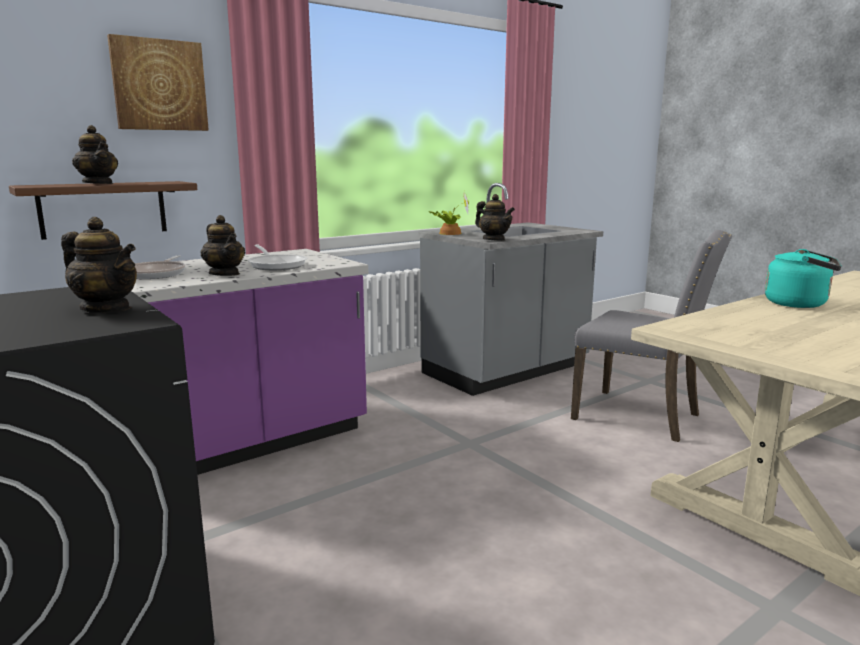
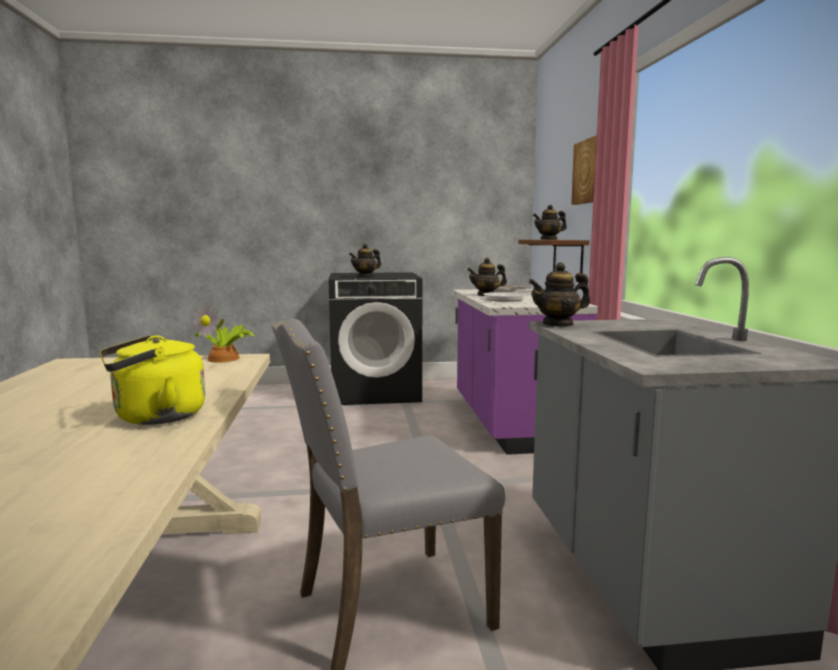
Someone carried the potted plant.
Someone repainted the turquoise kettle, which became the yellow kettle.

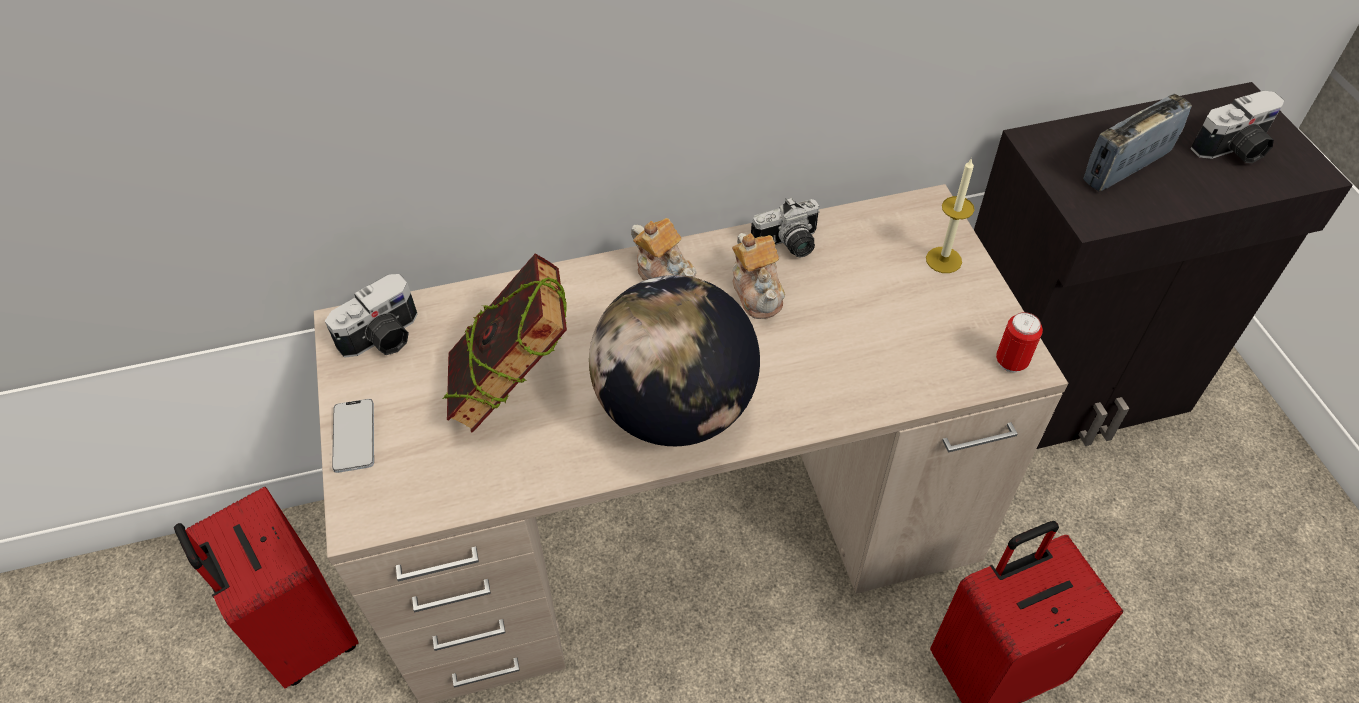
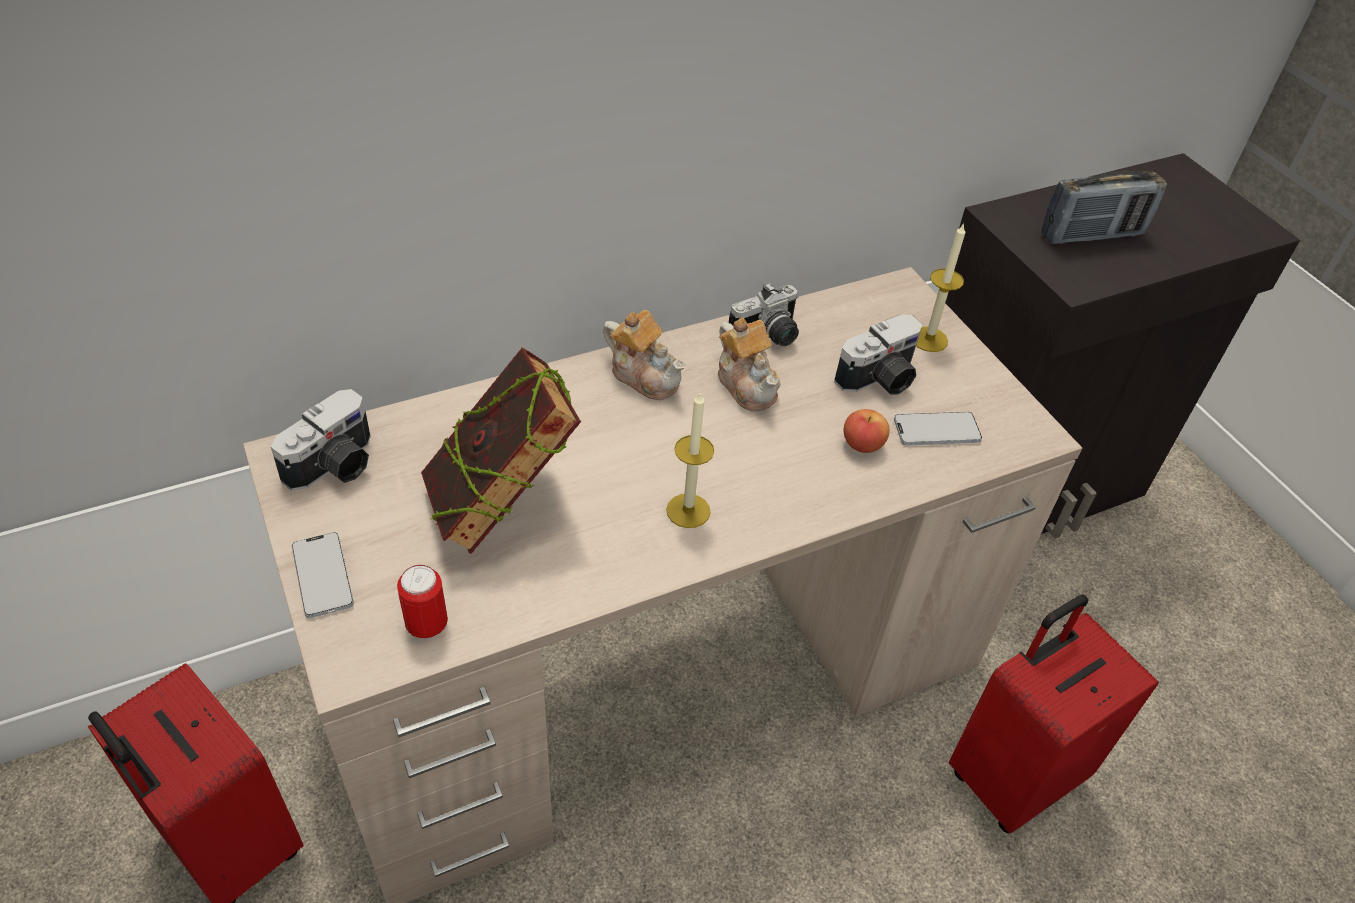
Someone put down the apple.
Someone put down the phone (2nd from left).
Someone carried the can.
Someone carried the photo camera (3rd from left).
Someone swapped the globe for the candle (1st from left).
Someone rotated the radio by 150 degrees counterclockwise.

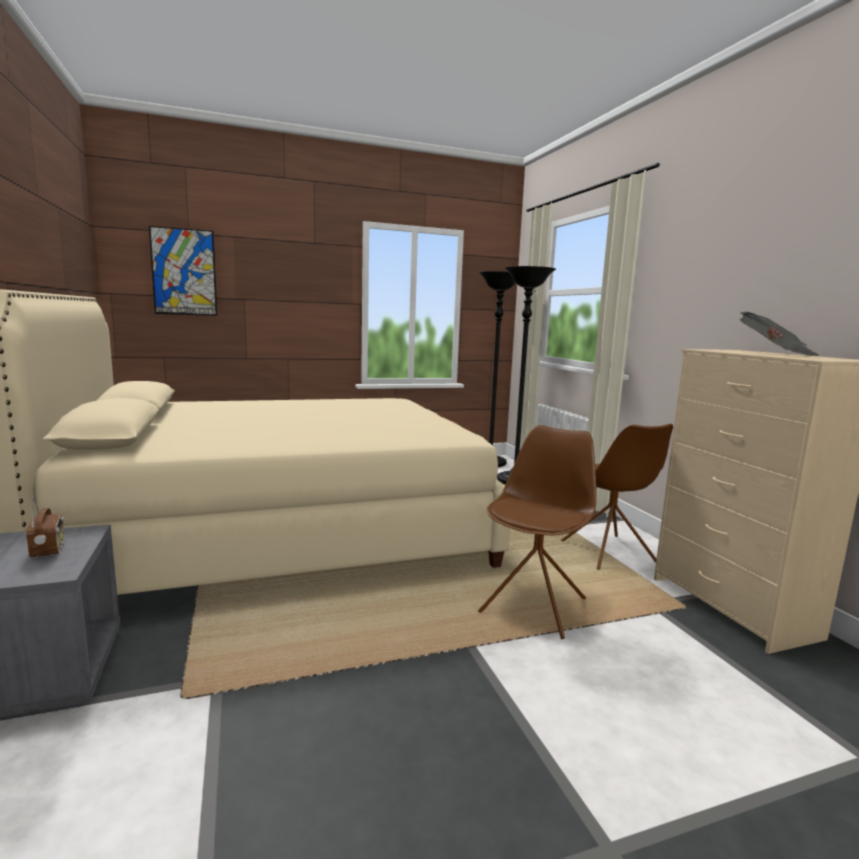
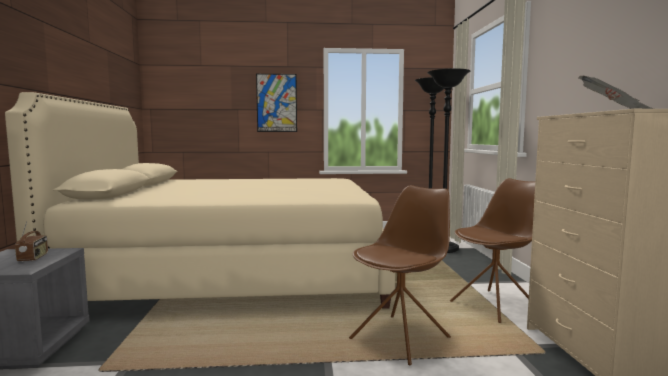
Someone carried the picture.
Someone rotated the brown chair (2nd from left) by 120 degrees counterclockwise.

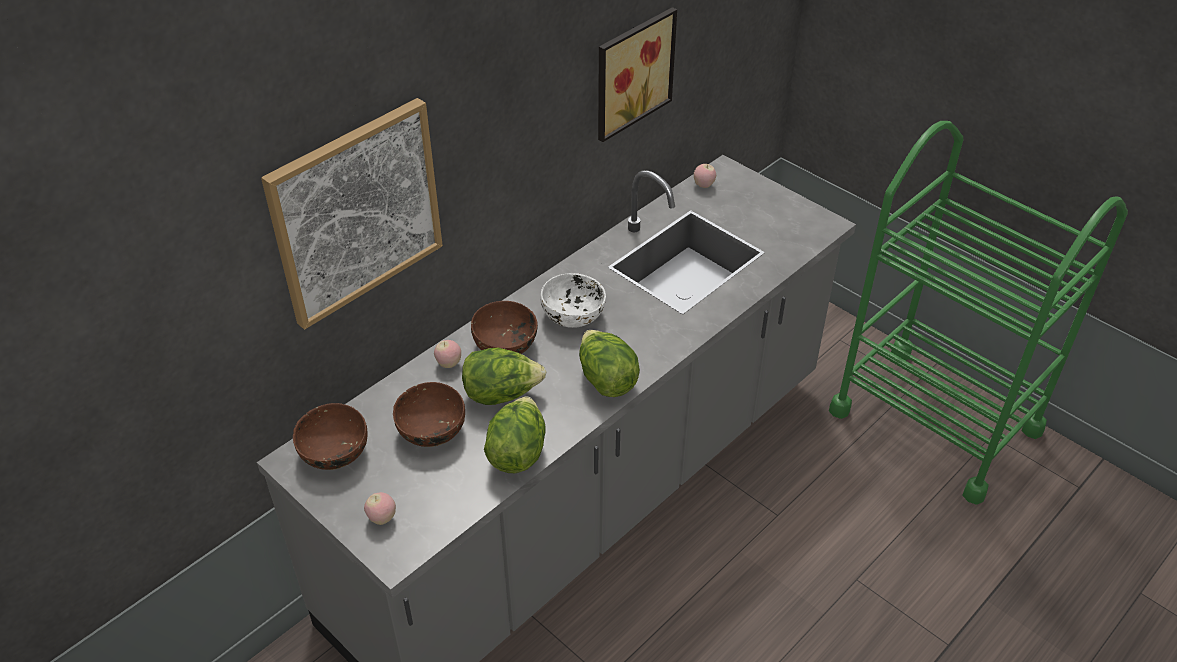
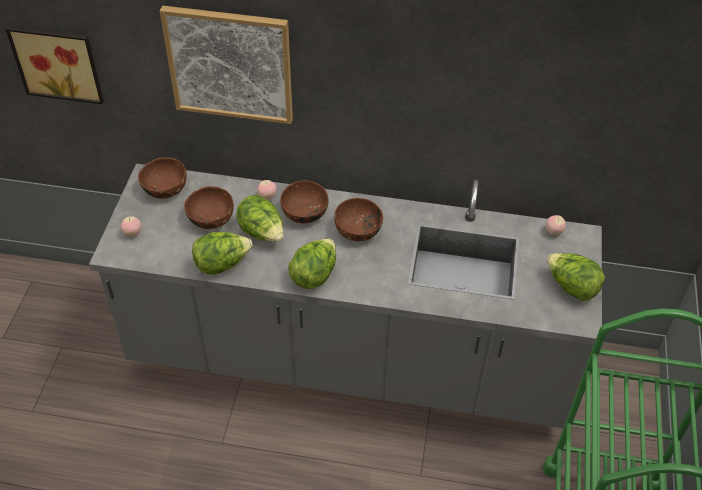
Someone put down the lettuce (4th from left).
Someone carried the picture (2nd from left in the first image).
Someone repainted the white bowl, which became the brown bowl (4th from left).

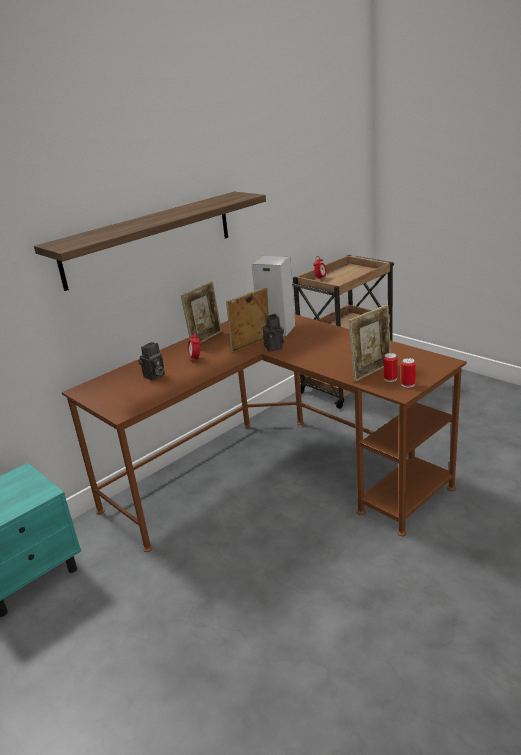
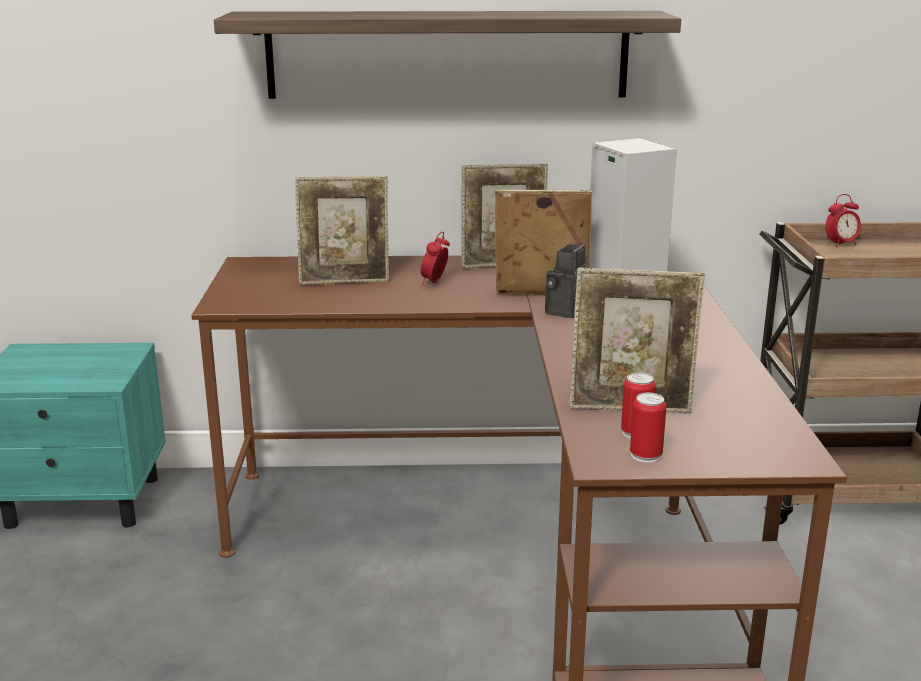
Someone swapped the photo camera (1st from left) for the picture frame (1st from left).

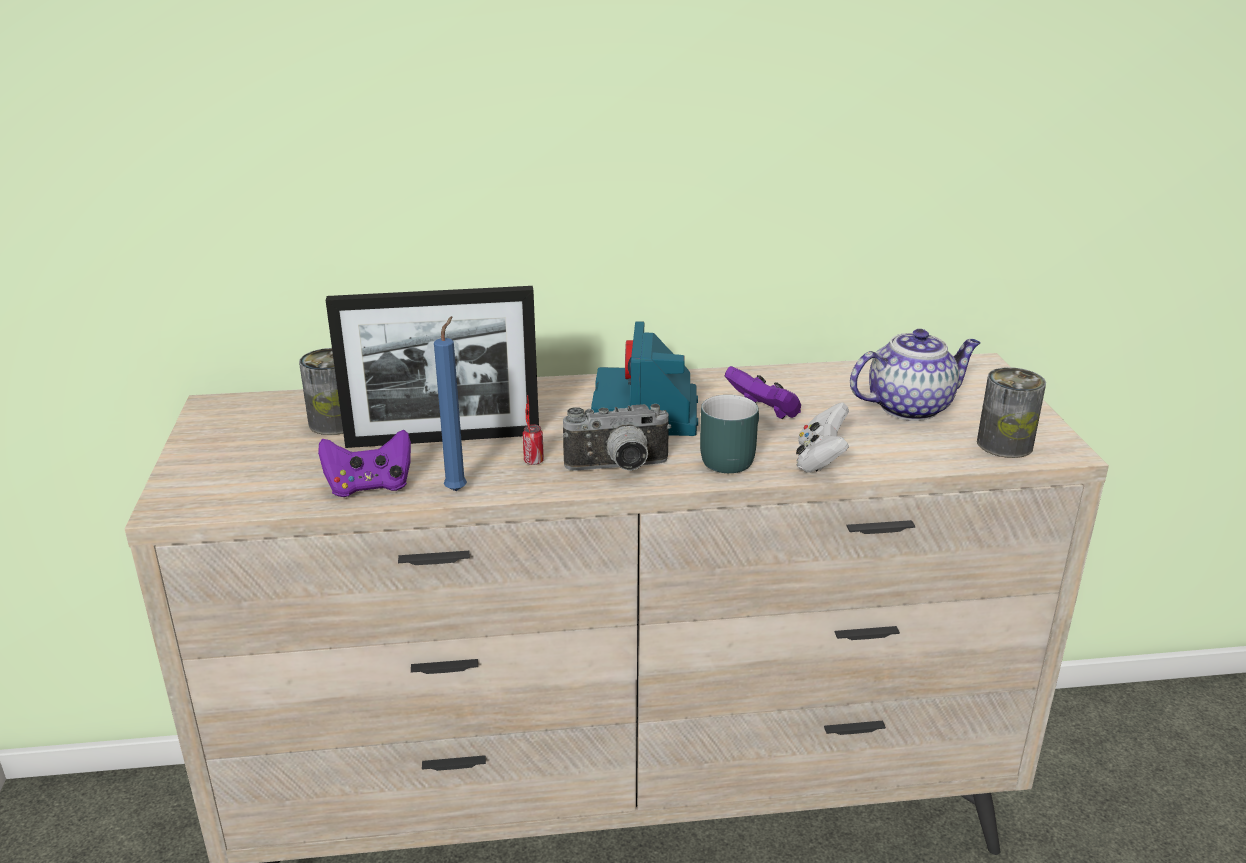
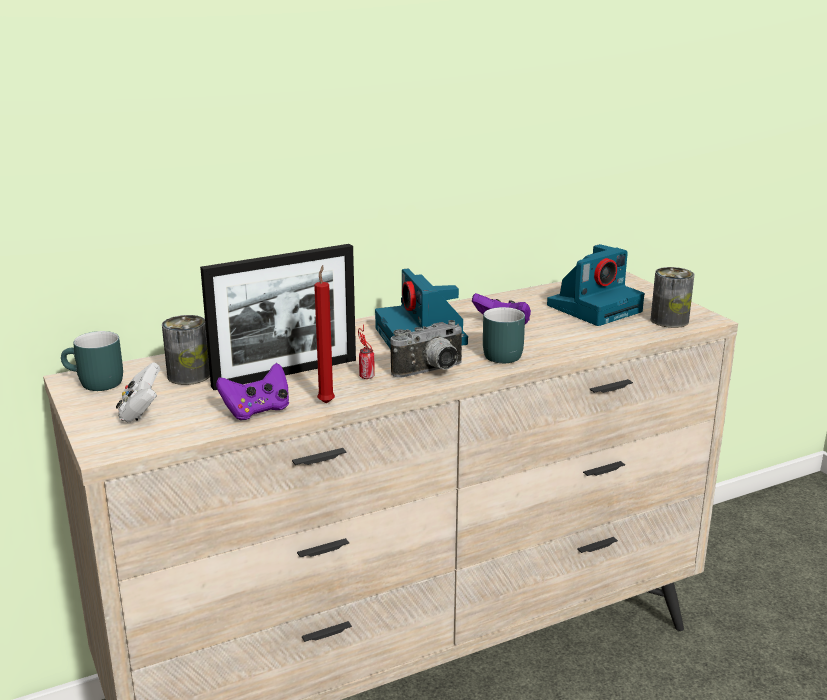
Someone put down the turquoise mug (1st from left).
Someone carried the white game controller.
Someone swapped the teapot for the photo camera (3rd from left).
Someone repainted the blue candle, which became the red candle.

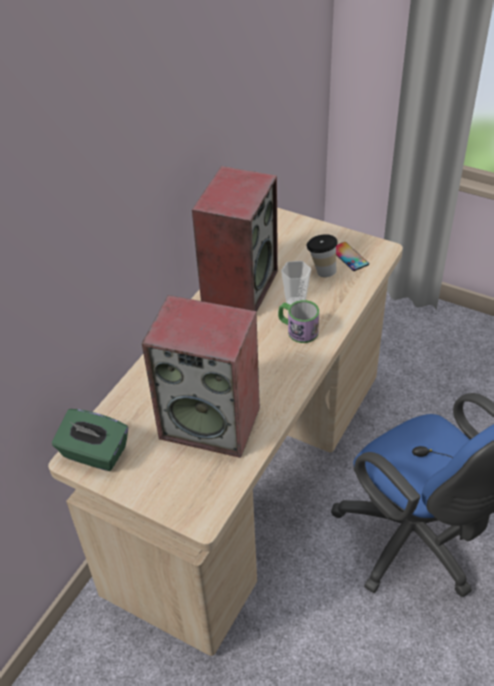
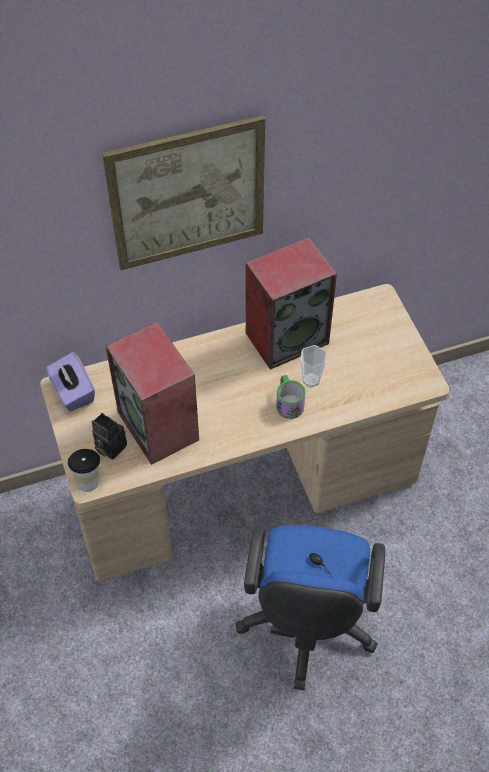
Someone took away the phone.
Someone put down the photo camera.
Someone put up the picture.
Someone carried the cup (2nd from left in the first image).
Someone repainted the green tissue box, which became the purple tissue box.

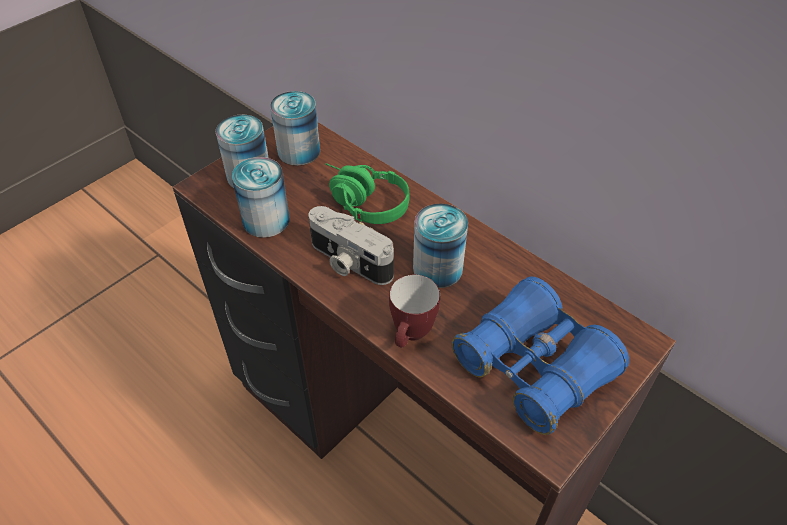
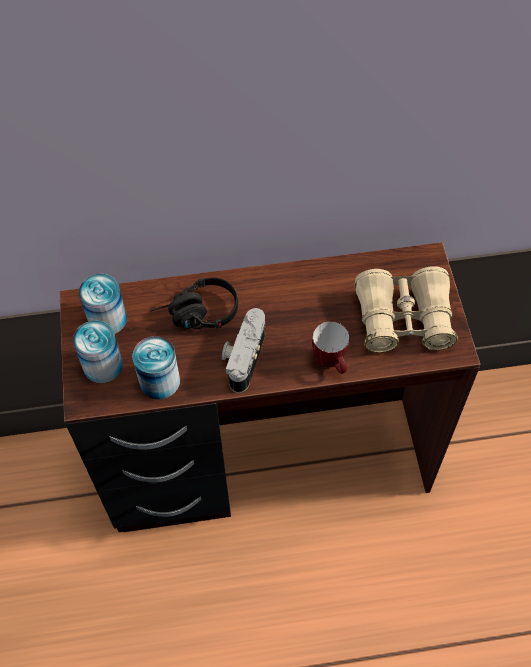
Someone took away the can (4th from left).
Someone repainted the green headphones, which became the black headphones.
Someone repainted the blue binoculars, which became the beige binoculars.
Someone rotated the photo camera by 120 degrees clockwise.

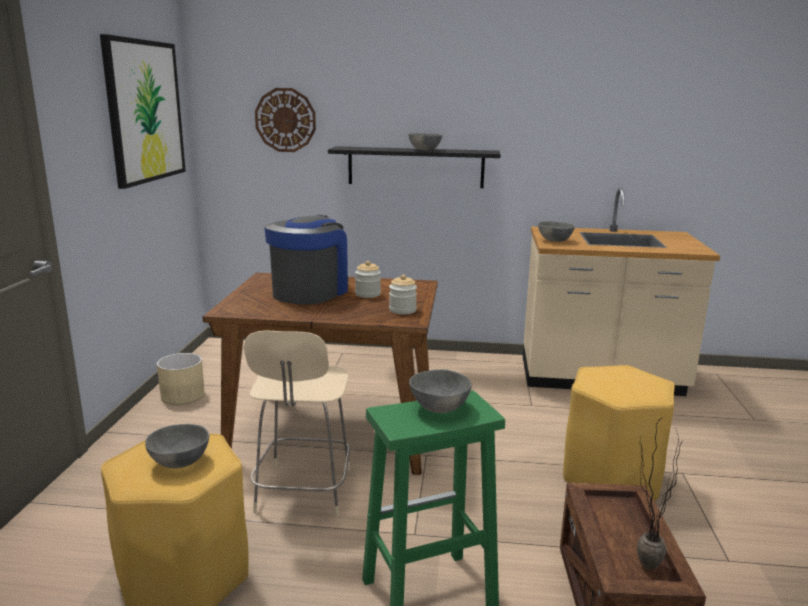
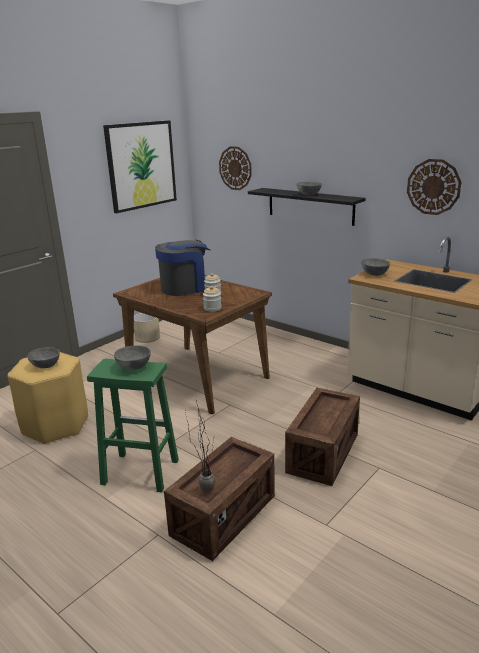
Someone took away the beige chair.
Someone put up the wall clock (2nd from left).
Someone swapped the yellow stool (2nd from left) for the crate (2nd from left).

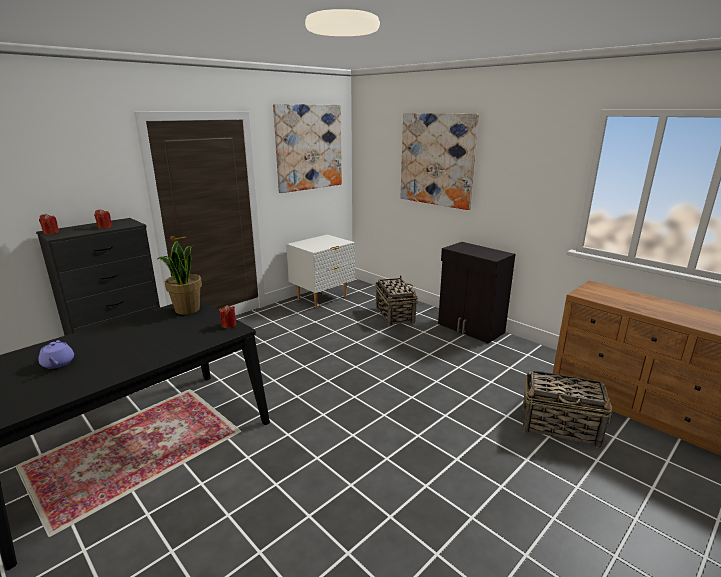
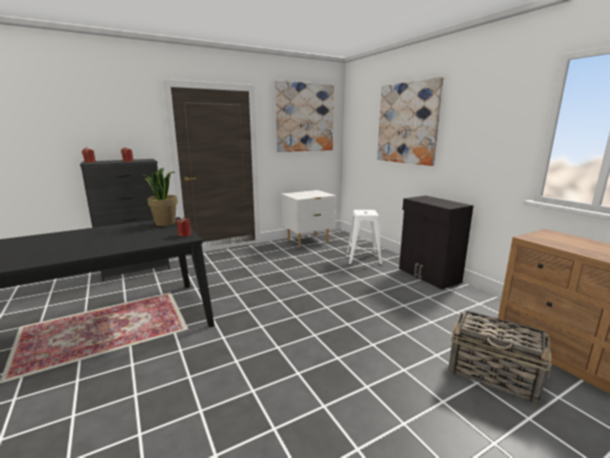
Someone took away the purple teapot.
Someone swapped the basket (1st from left) for the white stool.

